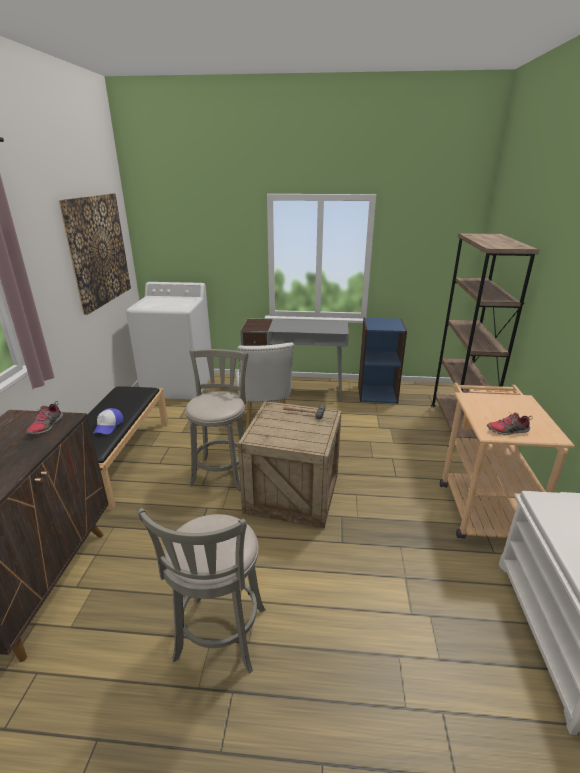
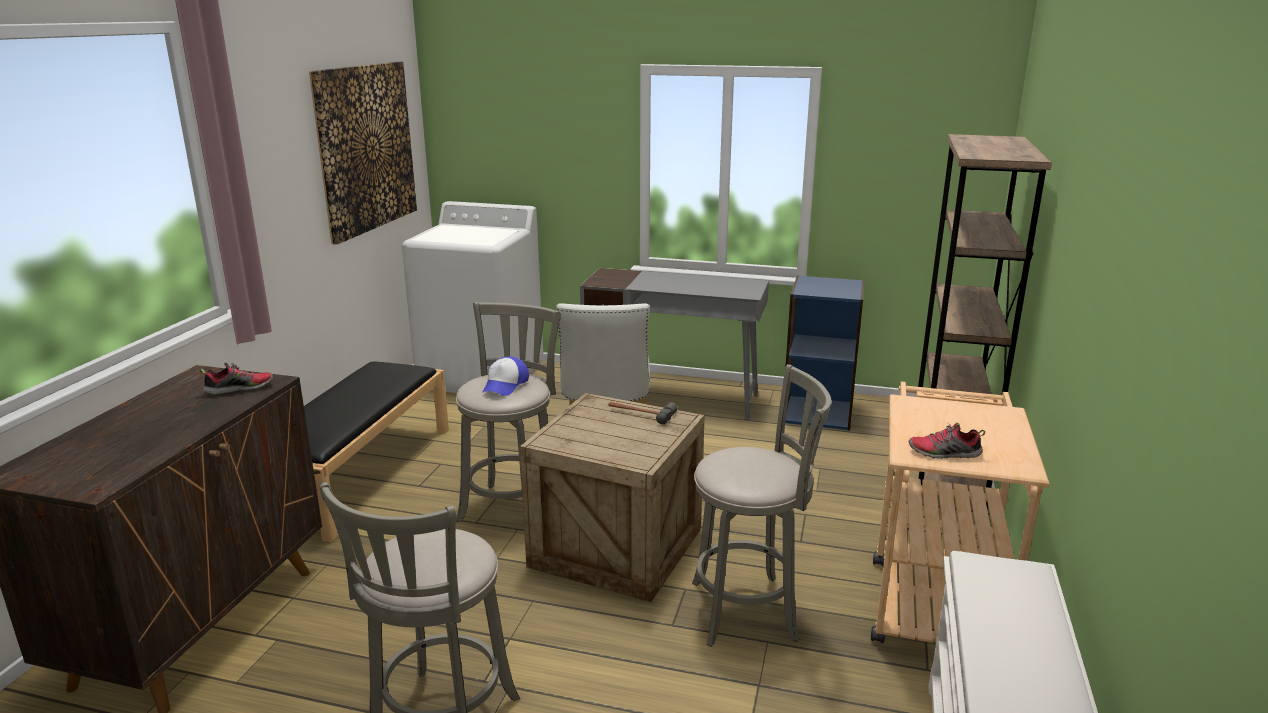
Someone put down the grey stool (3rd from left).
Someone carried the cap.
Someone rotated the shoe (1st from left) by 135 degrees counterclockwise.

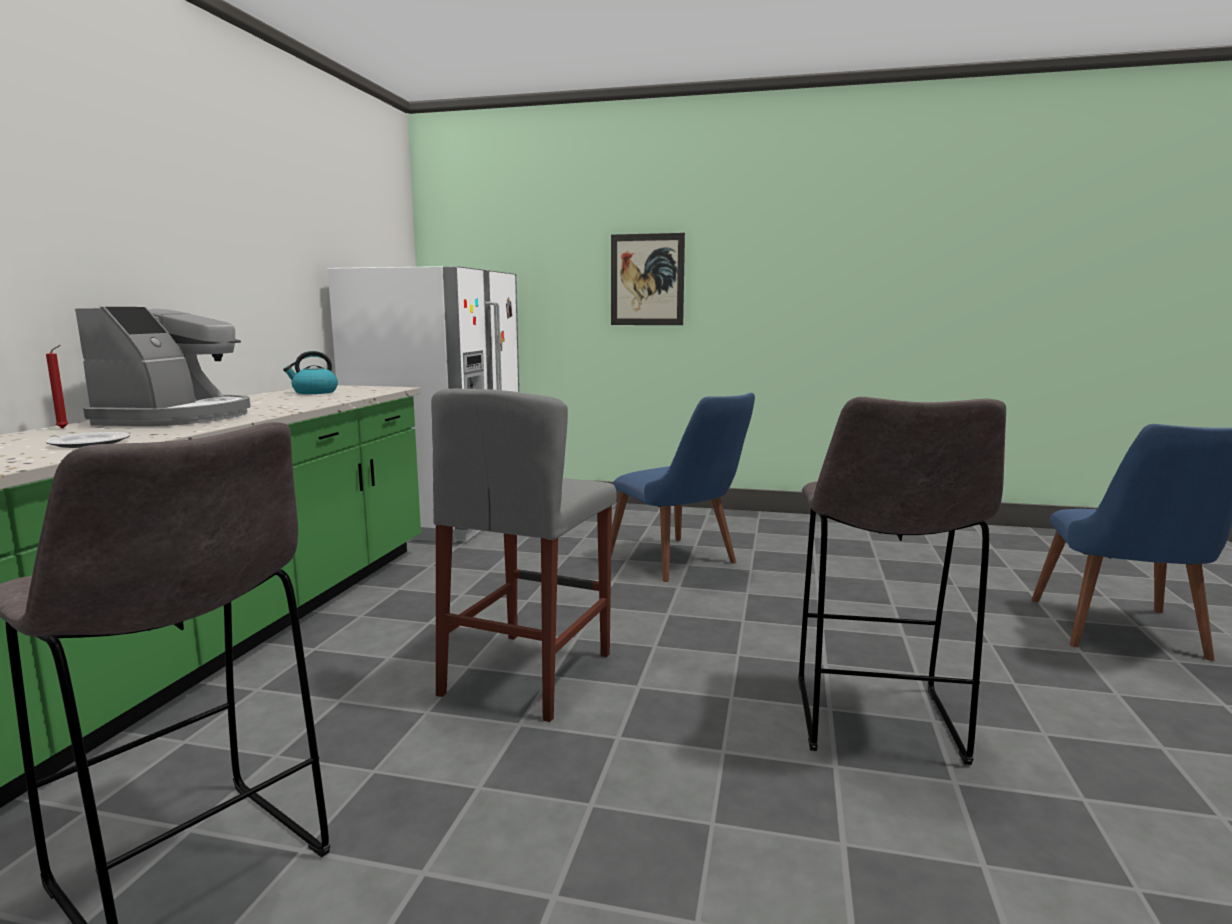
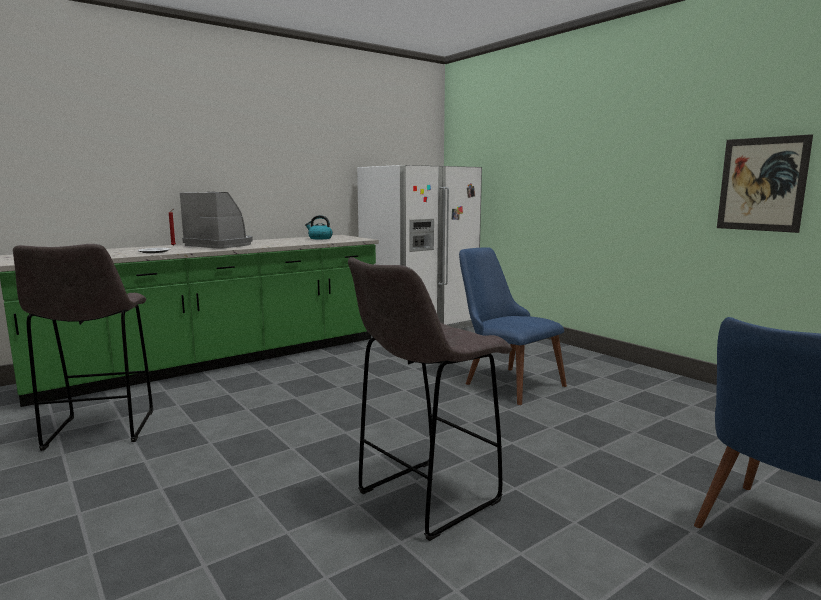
Someone took away the grey stool (2nd from left).
Someone carried the picture.
Someone rotated the coffee machine by 105 degrees counterclockwise.
Someone rotated the blue chair (1st from left) by 135 degrees clockwise.

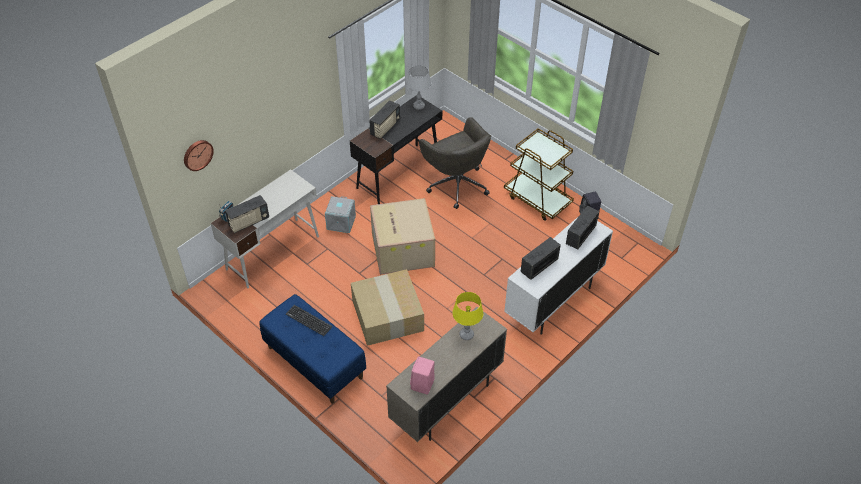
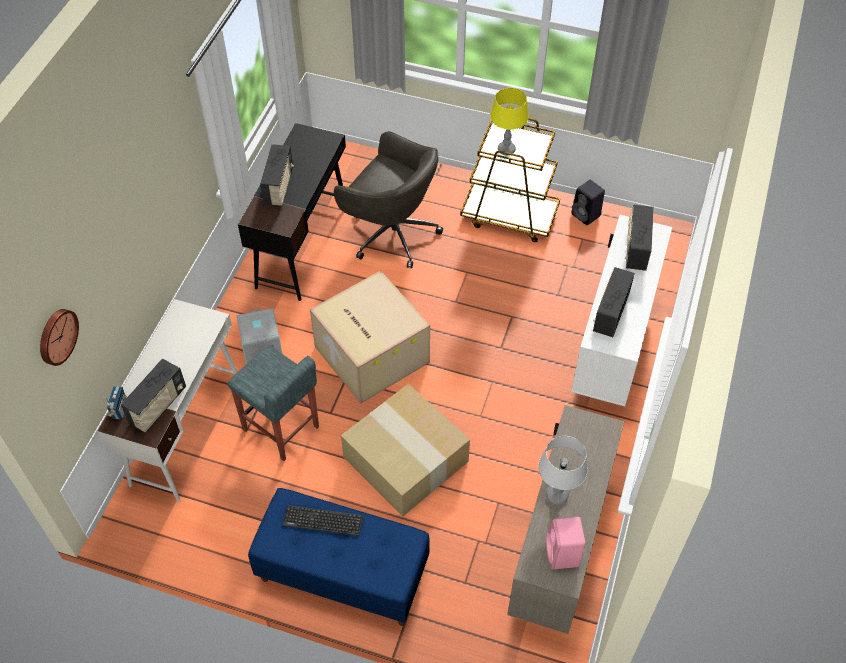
Someone put down the grey stool.
Someone carried the grey table lamp.
Someone carried the yellow table lamp.

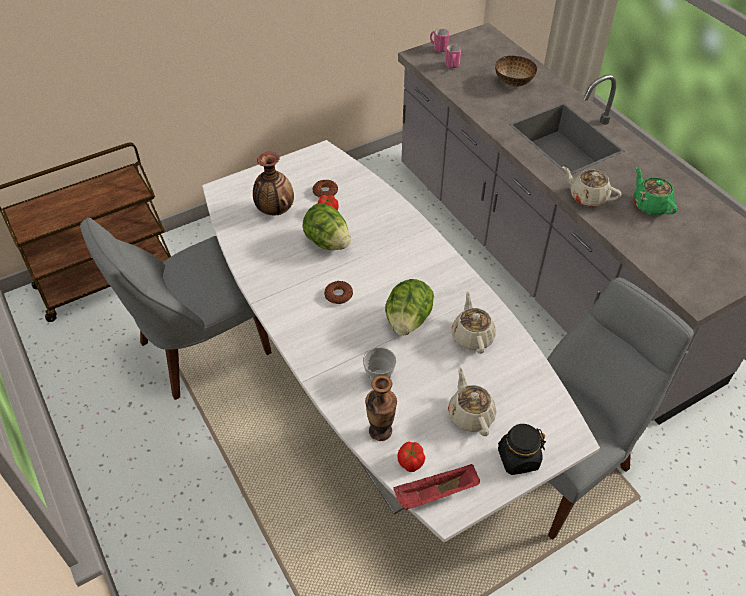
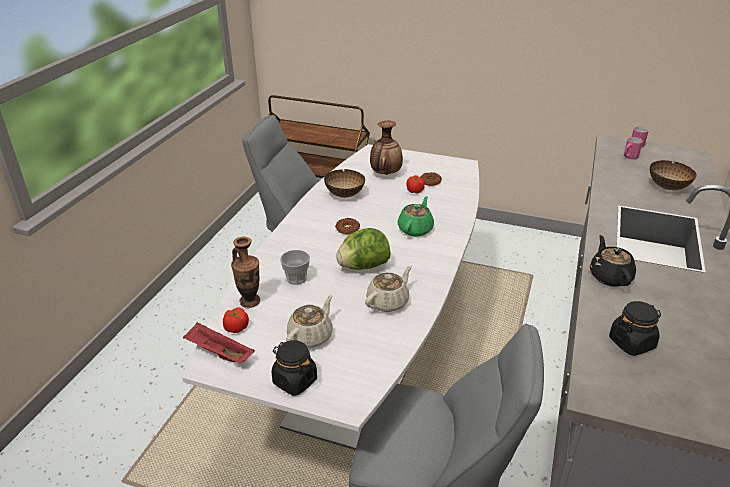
Someone took away the lettuce (1st from left).
Someone put down the bowl (1st from left).
Someone put down the black jar (2nd from left).
Someone carried the green teapot.
Someone repainted the beige teapot (3rd from left), which became the black teapot.

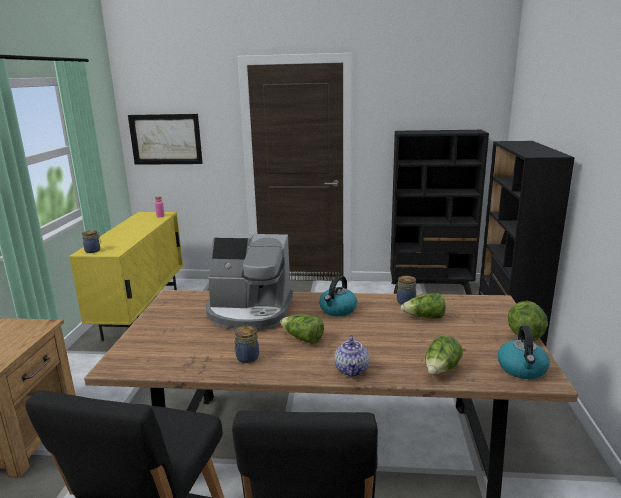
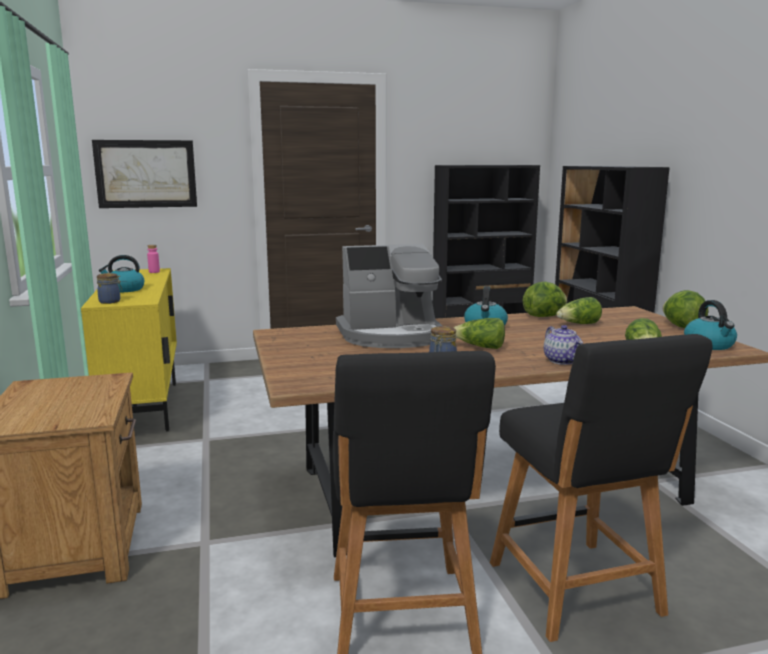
Someone put down the kettle (1st from left).
Someone swapped the jar (3rd from left) for the lettuce (2nd from left).

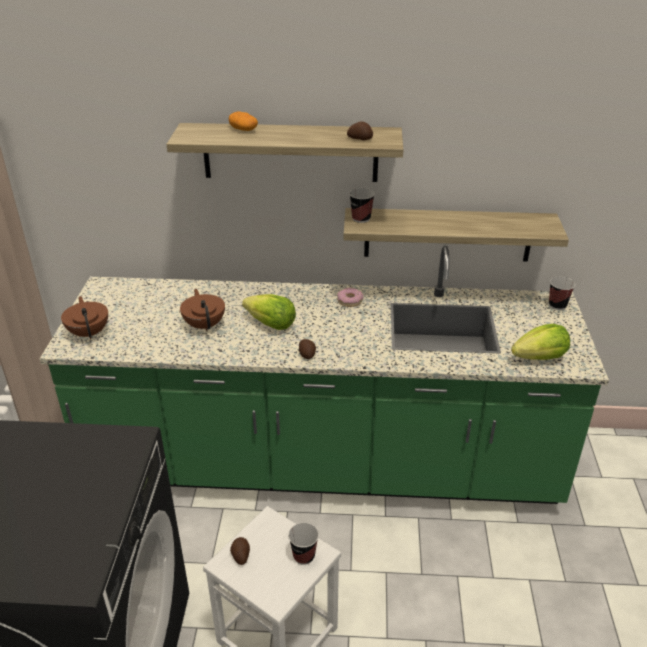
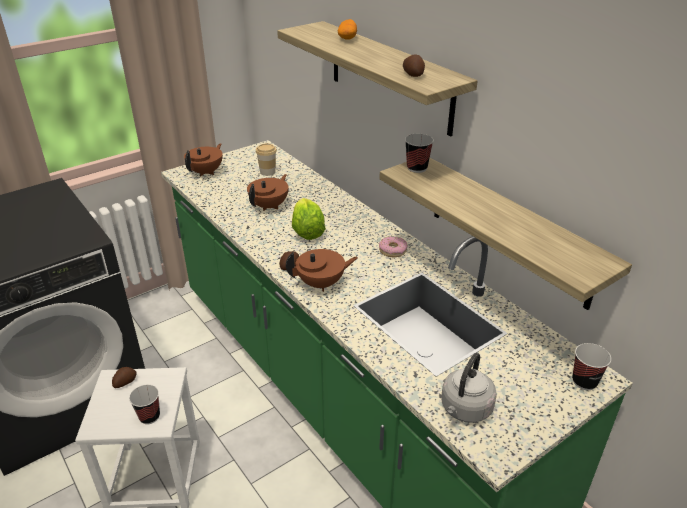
Someone put down the cup (2nd from left).
Someone put down the brown teapot (3rd from left).
Someone swapped the lettuce (2nd from left) for the grey kettle.

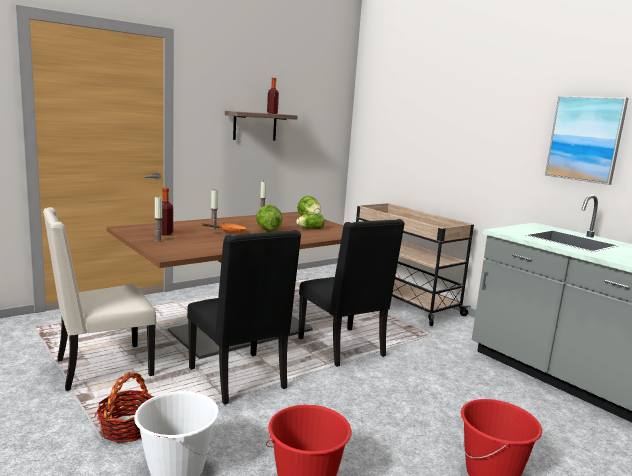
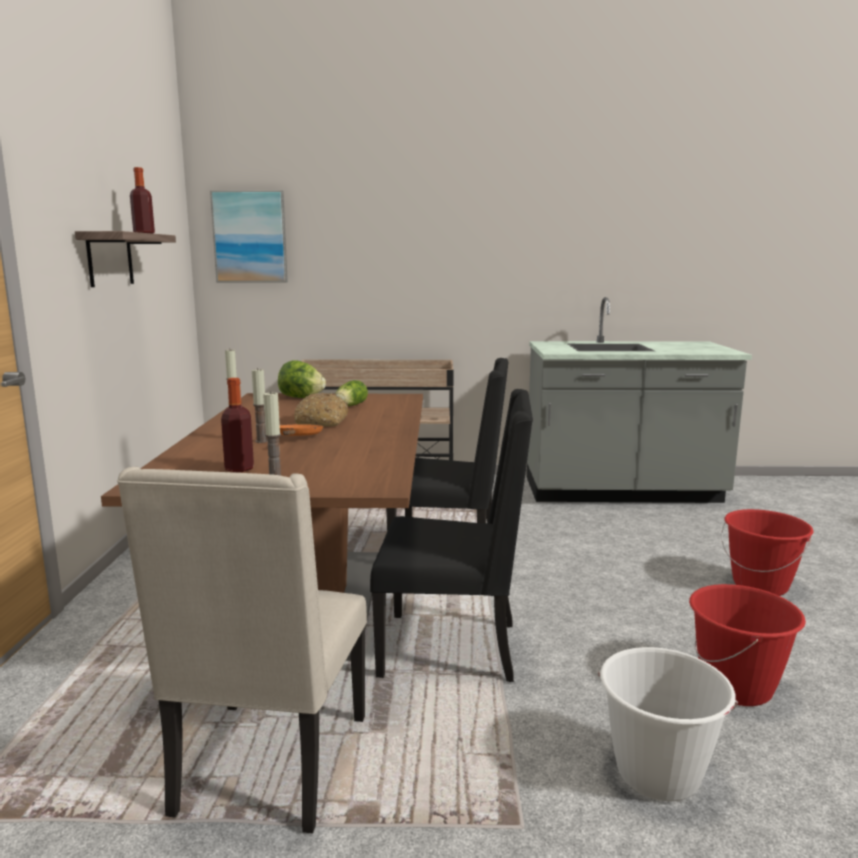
Someone took away the basket.
Someone carried the picture.
Someone swapped the lettuce (1st from left) for the bread.

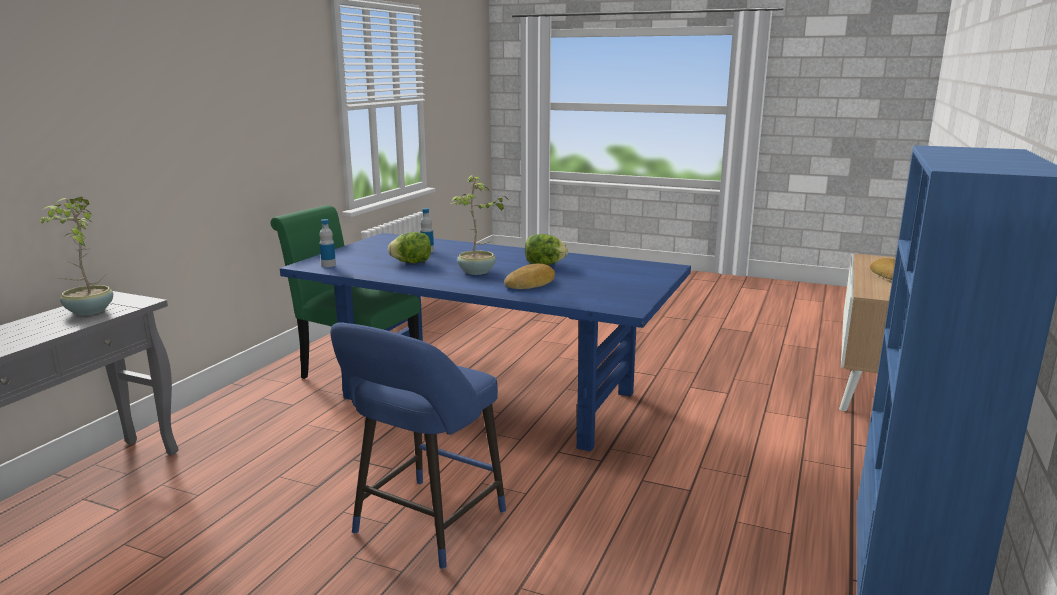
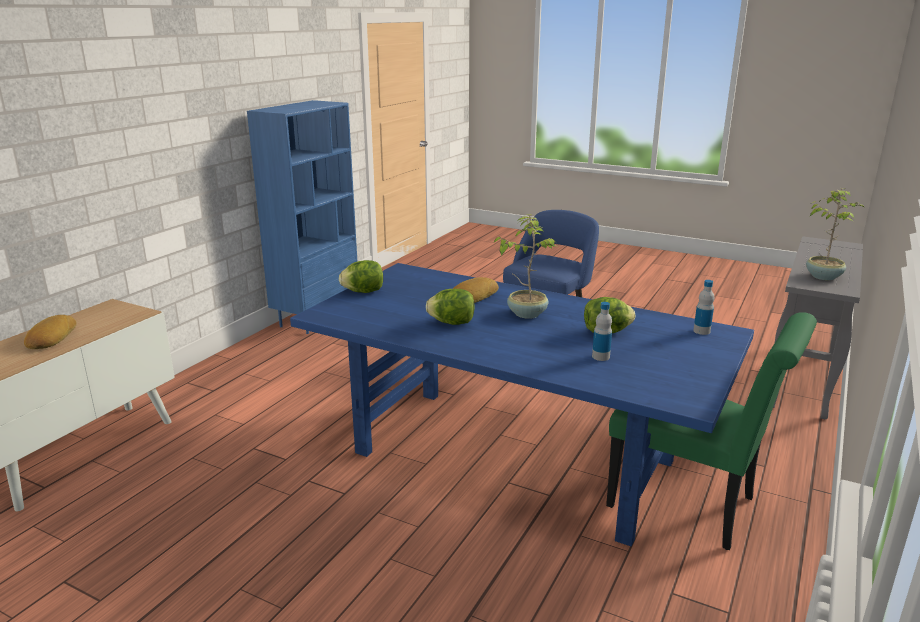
Someone put down the lettuce (1st from left).

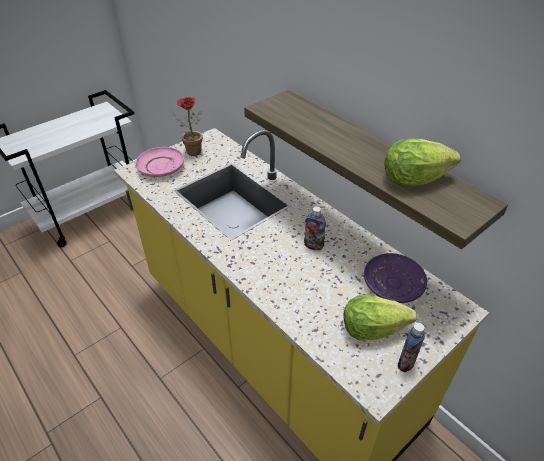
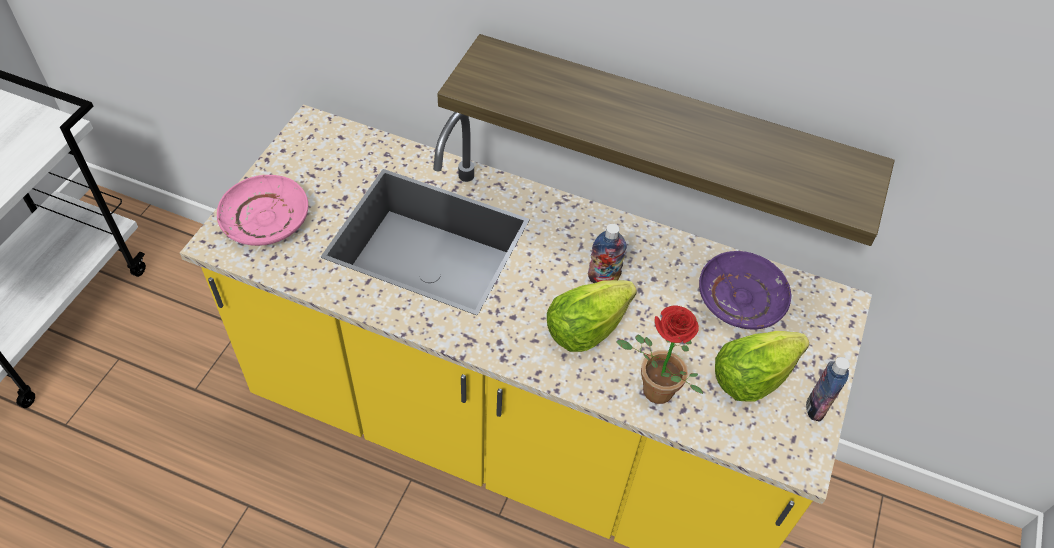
Someone carried the potted plant.
Someone carried the lettuce (2nd from left in the first image).

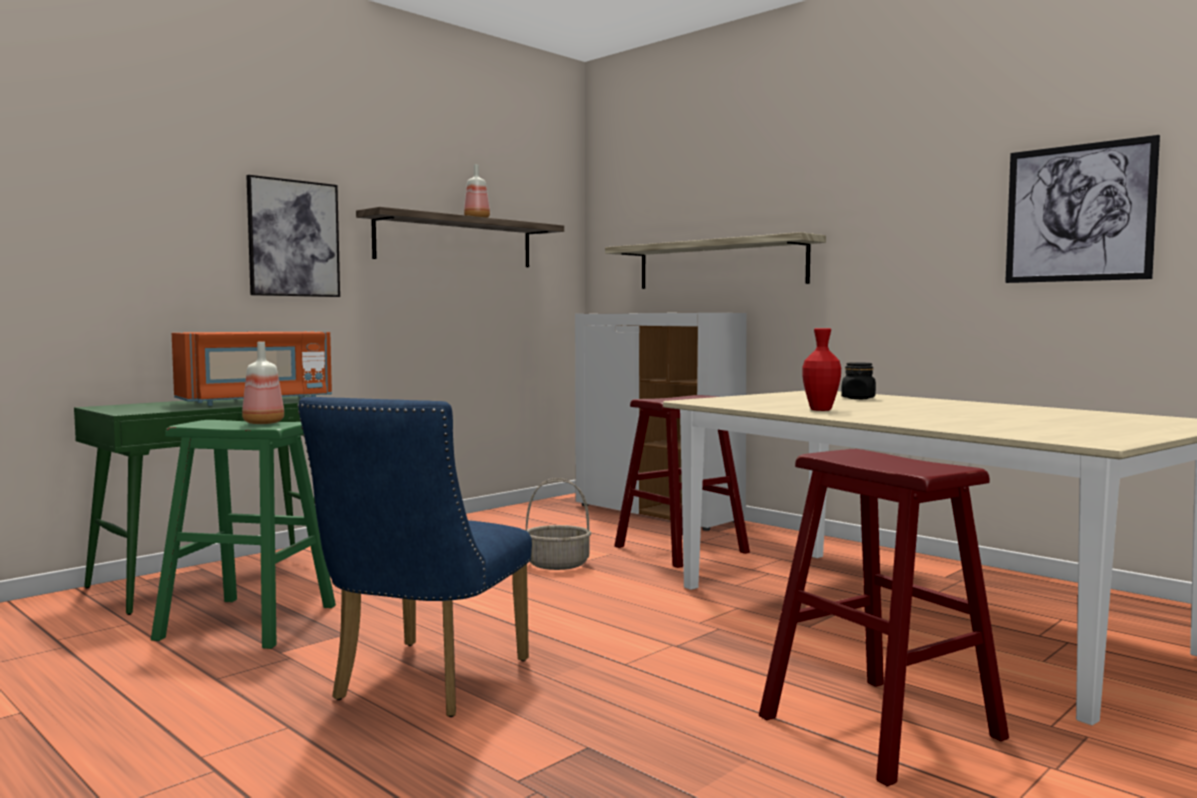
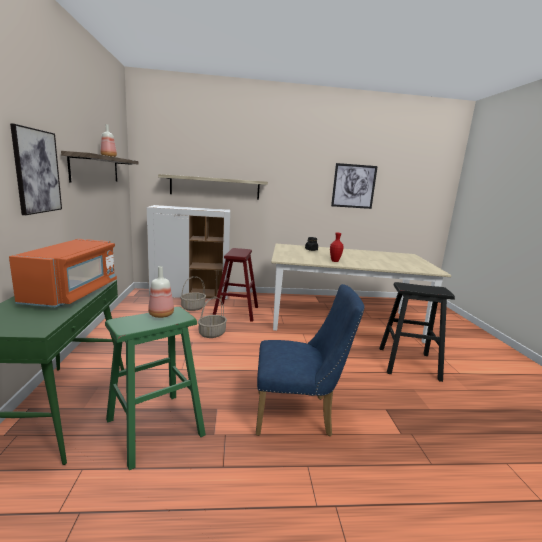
Someone put down the basket (1st from left).
Someone repainted the red stool (2nd from left), which became the black stool.
Someone rotated the blue chair by 60 degrees counterclockwise.

